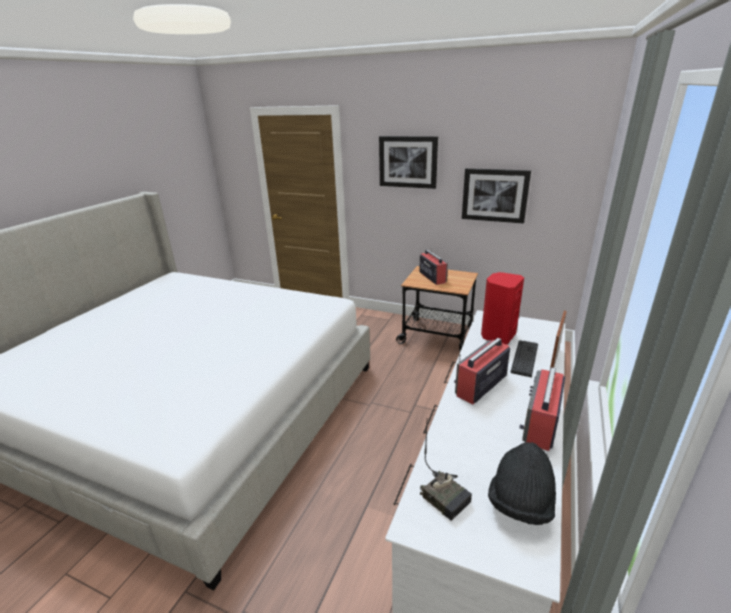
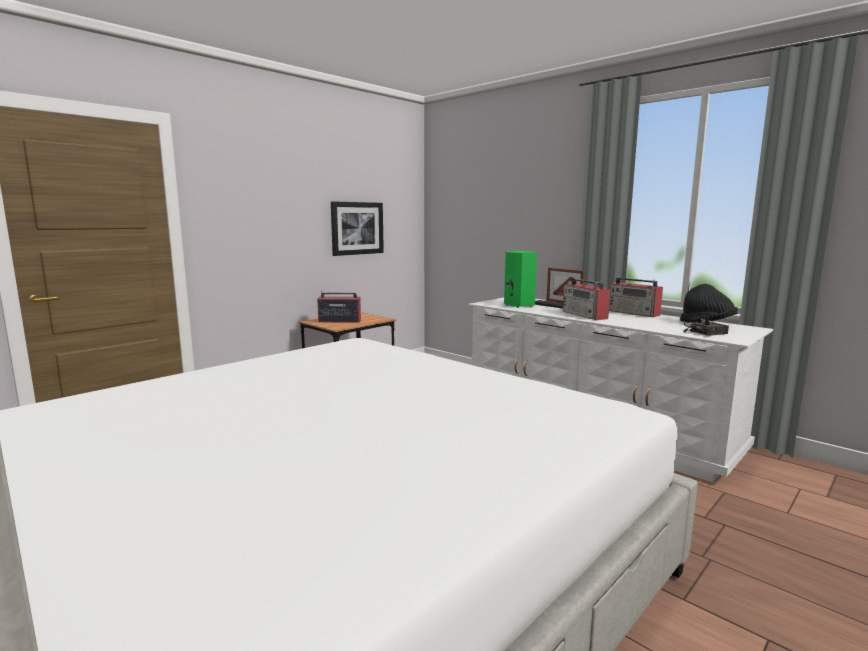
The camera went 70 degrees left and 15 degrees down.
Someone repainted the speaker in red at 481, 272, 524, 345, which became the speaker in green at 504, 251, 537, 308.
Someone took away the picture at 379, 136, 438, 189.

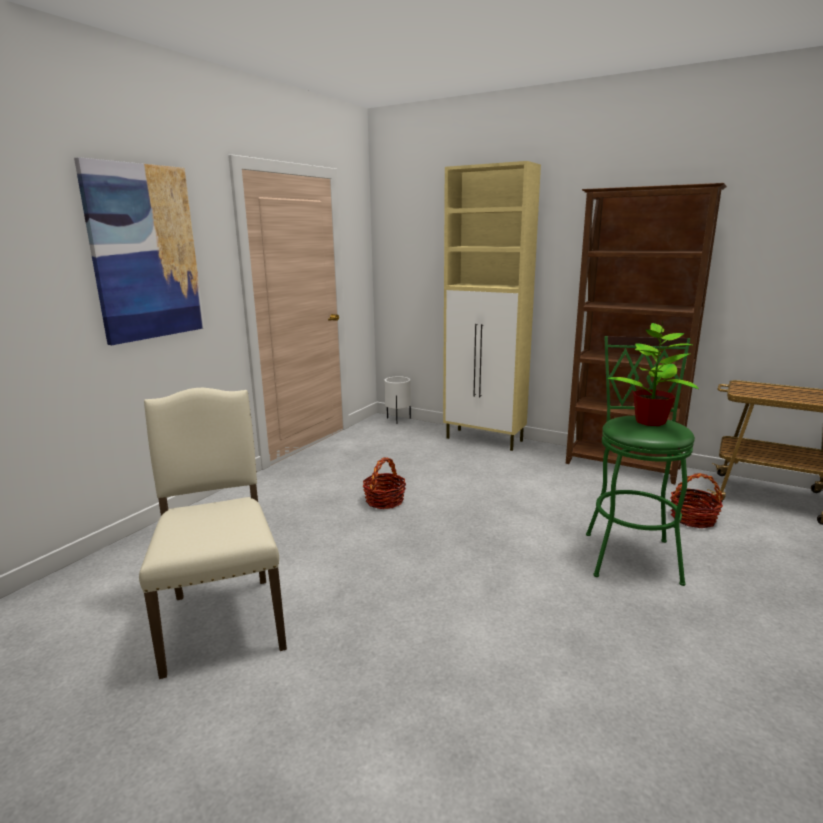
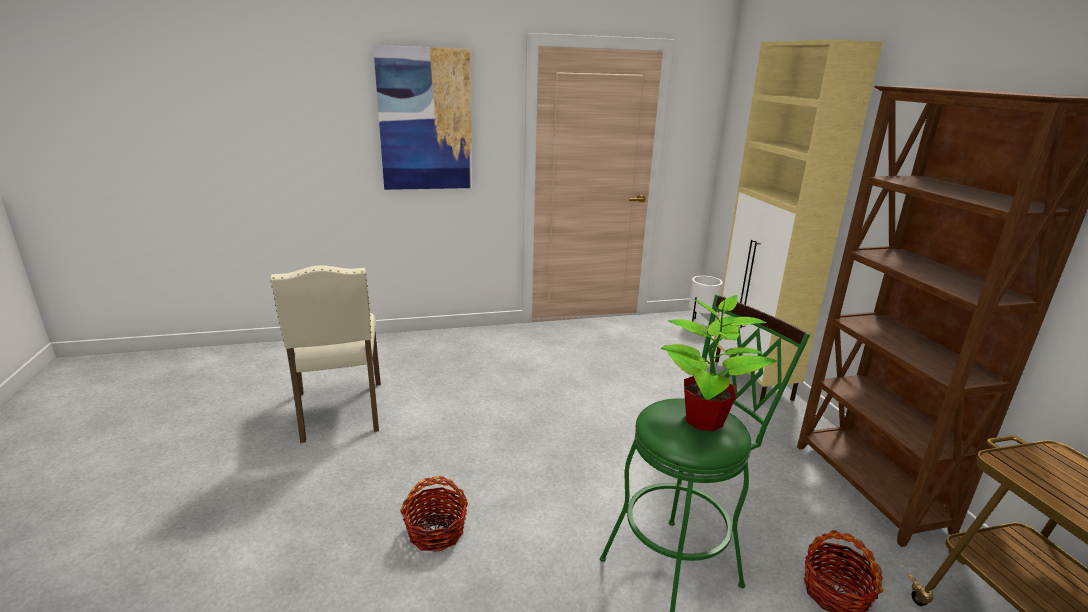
The camera went 45 degrees right and 5 degrees up.
Someone rotated the chair in beige at 139, 388, 287, 679 by 135 degrees clockwise.
Someone carried the basket from 363, 458, 406, 509 to 400, 476, 468, 552.

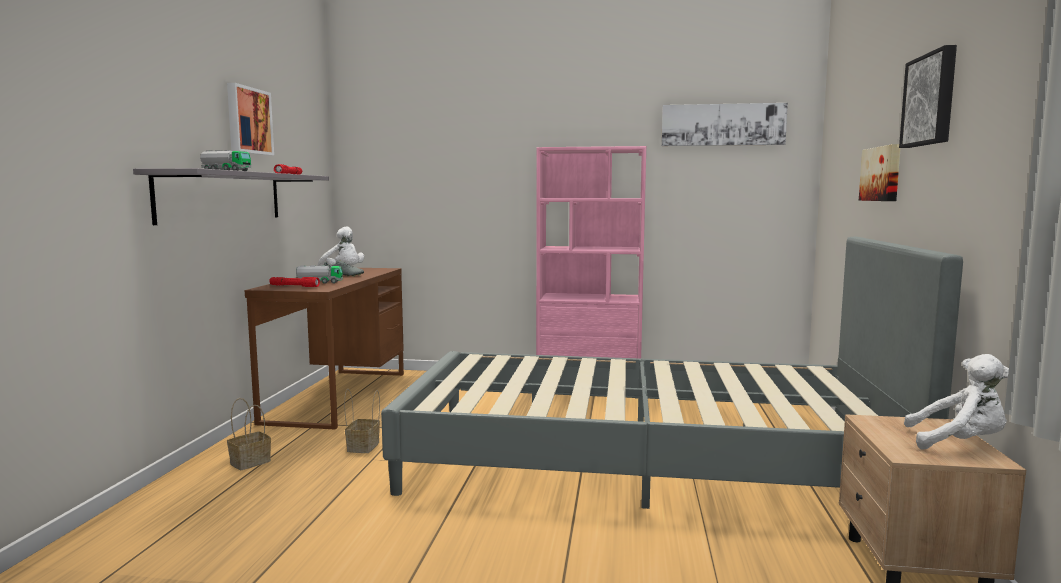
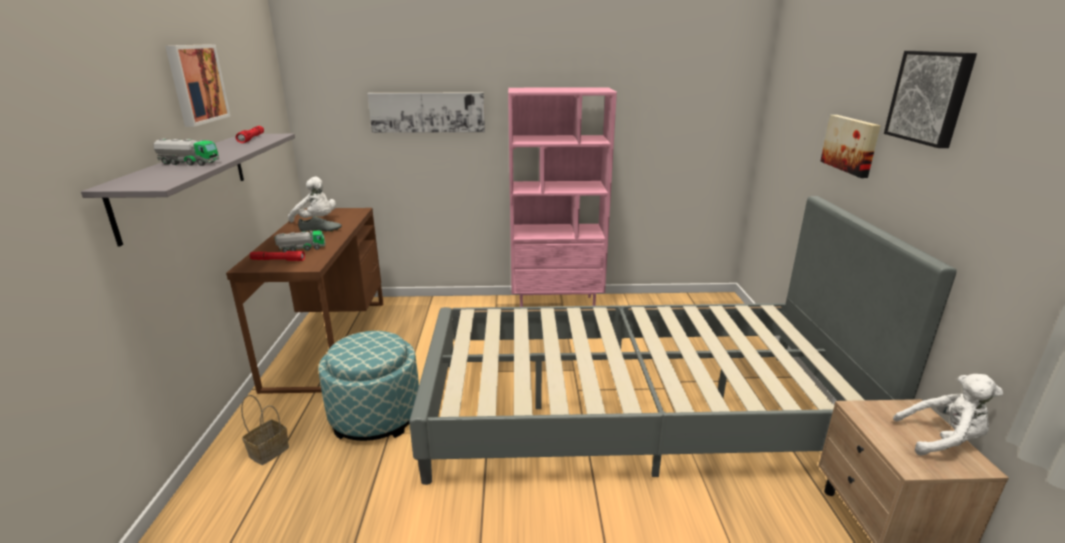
The camera went 10 degrees left and 15 degrees up.
Someone swapped the basket at 344, 389, 380, 453 for the ottoman at 318, 331, 419, 441.
Someone carried the picture from 661, 103, 788, 146 to 367, 93, 485, 133.

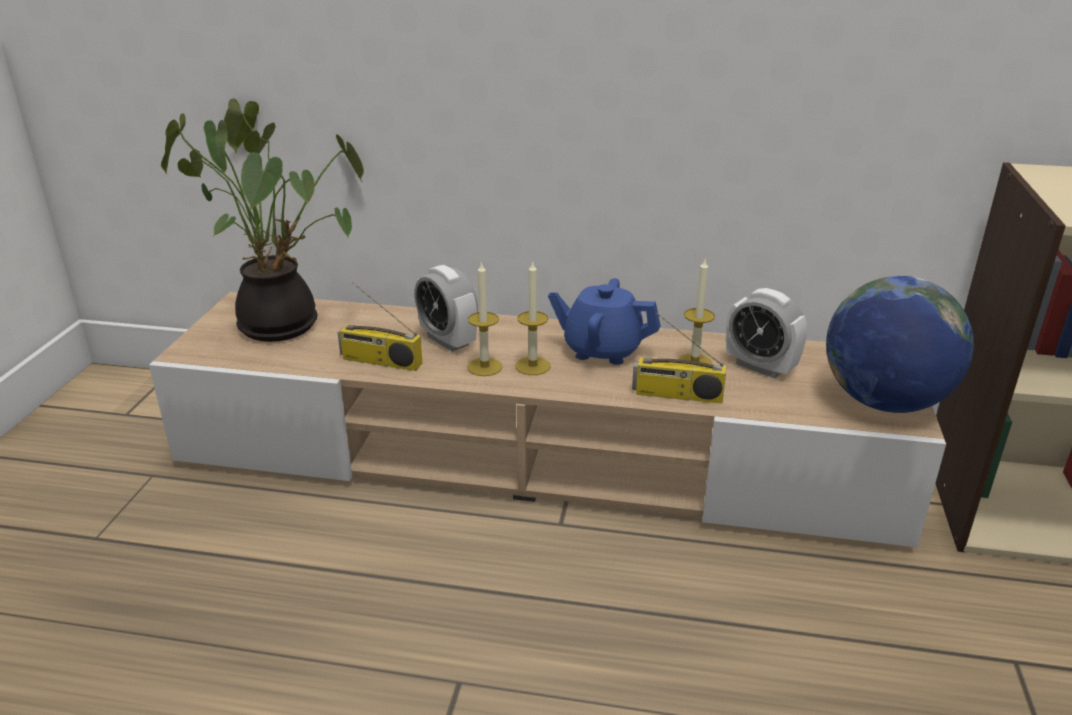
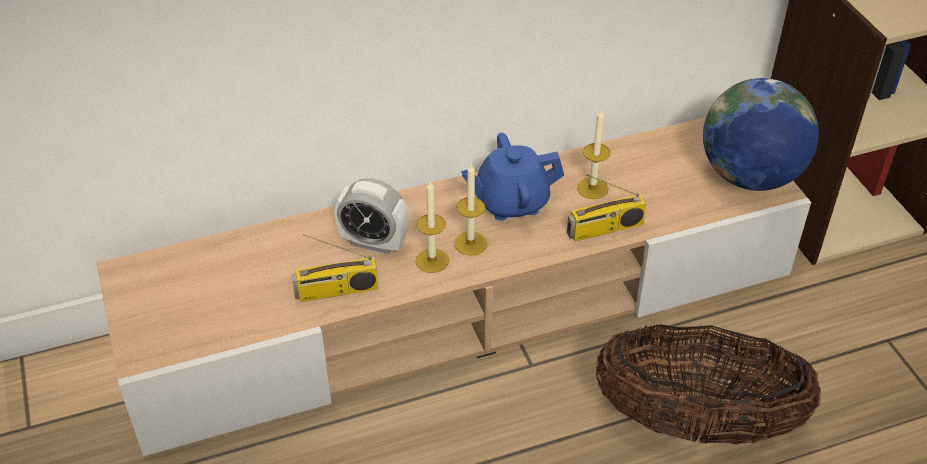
The camera went 30 degrees left and 15 degrees up.
Someone put down the basket at 596, 323, 821, 445.
Someone took away the potted plant at 161, 98, 364, 342.
Someone took away the alarm clock at 726, 288, 807, 378.

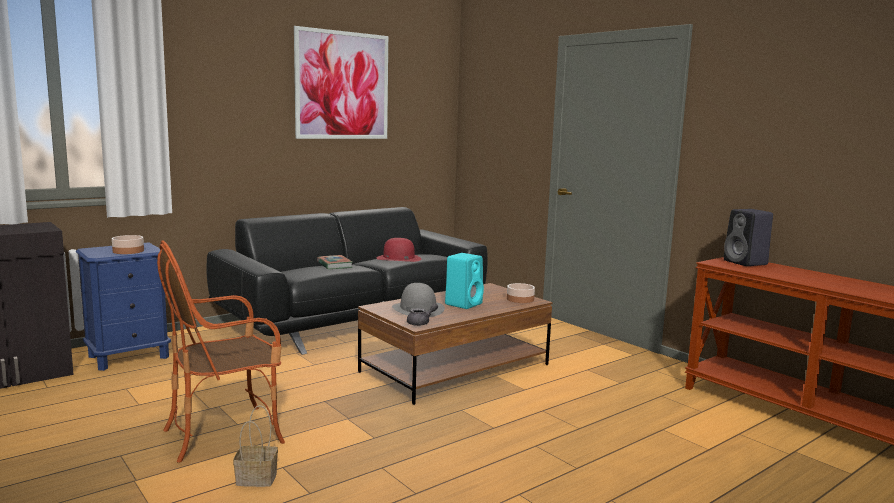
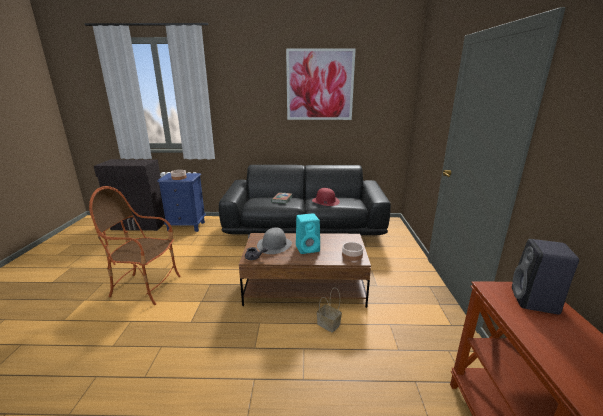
The camera went 40 degrees right and 10 degrees up.
Someone carried the basket from 233, 405, 278, 487 to 317, 287, 342, 332.

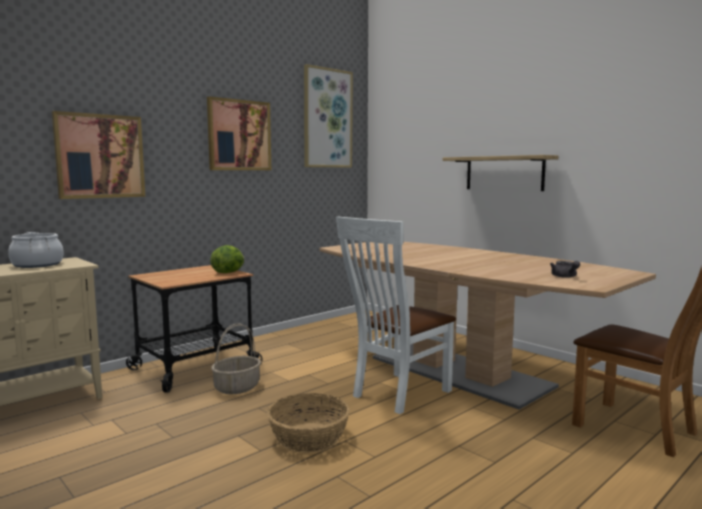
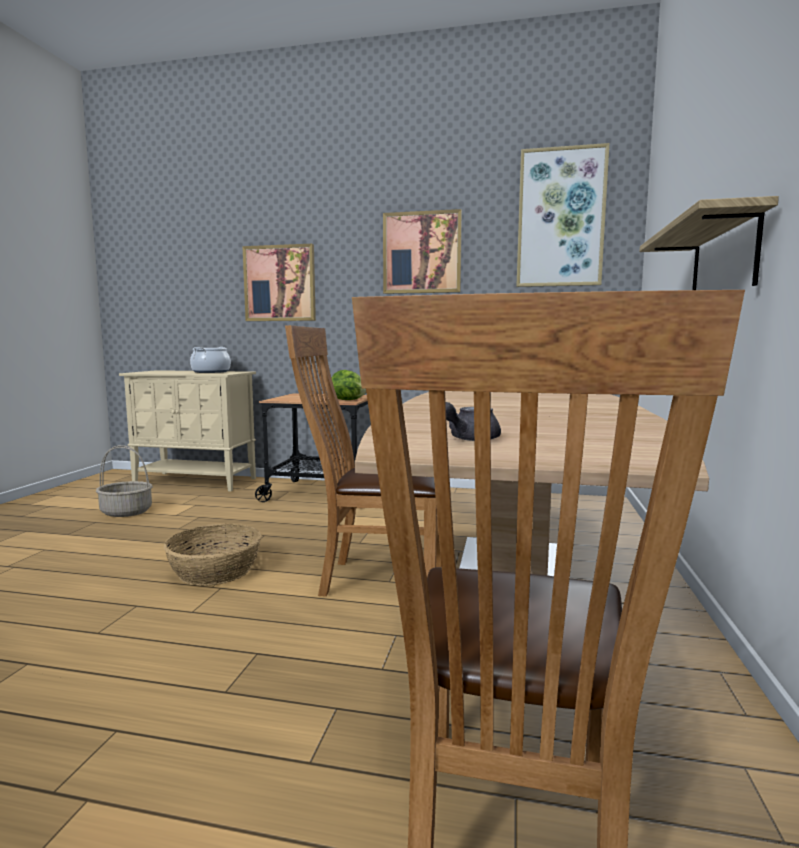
The camera went 55 degrees right and 0 degrees up.
Someone carried the basket from 211, 323, 261, 395 to 96, 445, 153, 517.
Someone repainted the chair in white at 336, 217, 456, 414, which became the chair in brown at 285, 325, 441, 597.

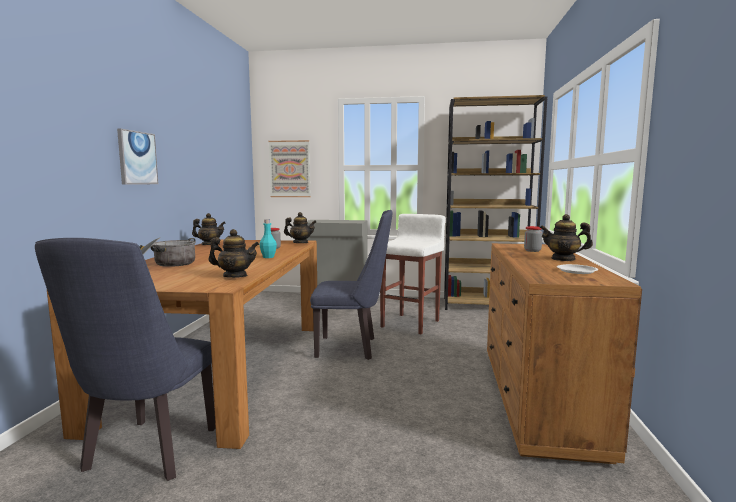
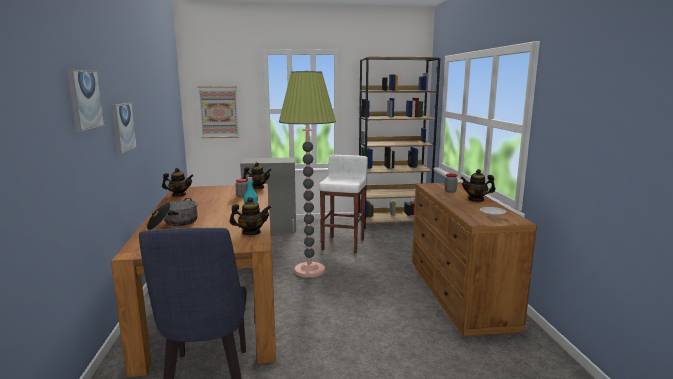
The camera went 15 degrees left and 5 degrees up.
Someone put up the picture at 67, 69, 105, 132.
Someone swapped the chair in blue at 310, 210, 392, 360 for the floor lamp at 279, 70, 336, 278.

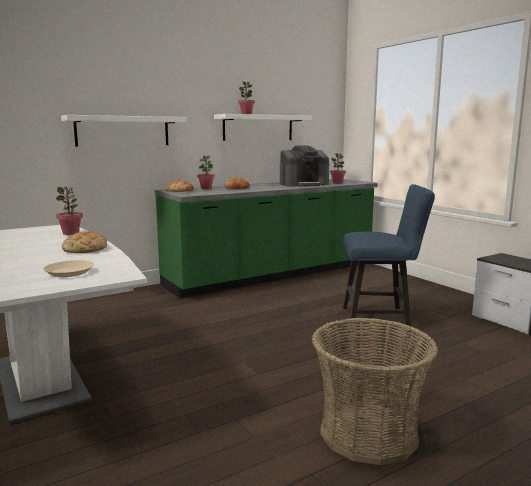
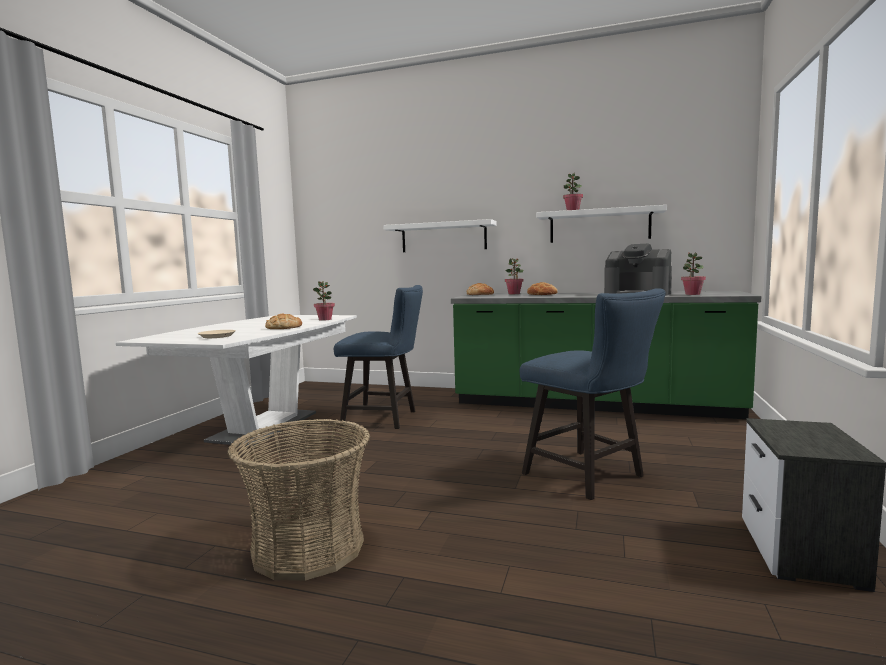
The camera went 50 degrees right and 5 degrees down.
Someone put down the chair in blue at 334, 285, 423, 429.

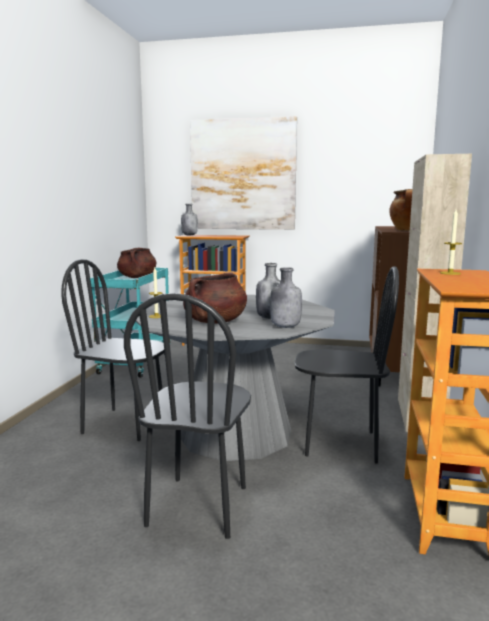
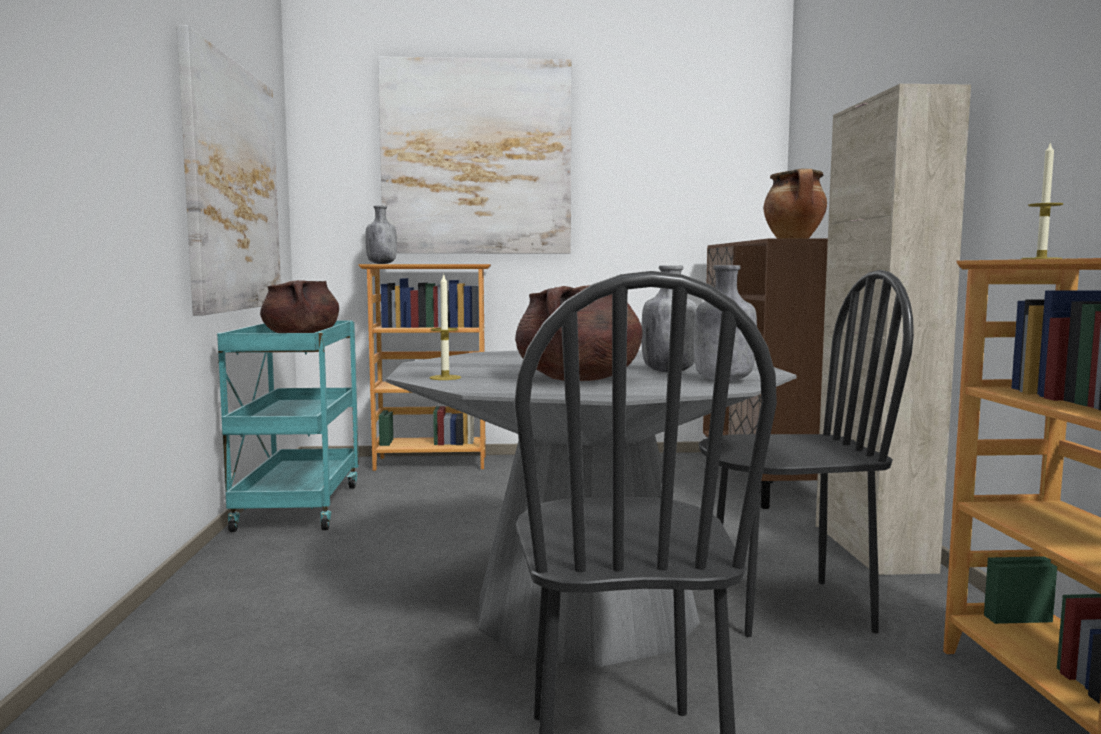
The camera went 15 degrees left and 5 degrees down.
Someone put up the picture at 177, 25, 281, 316.
Someone took away the chair in black at 61, 259, 165, 441.

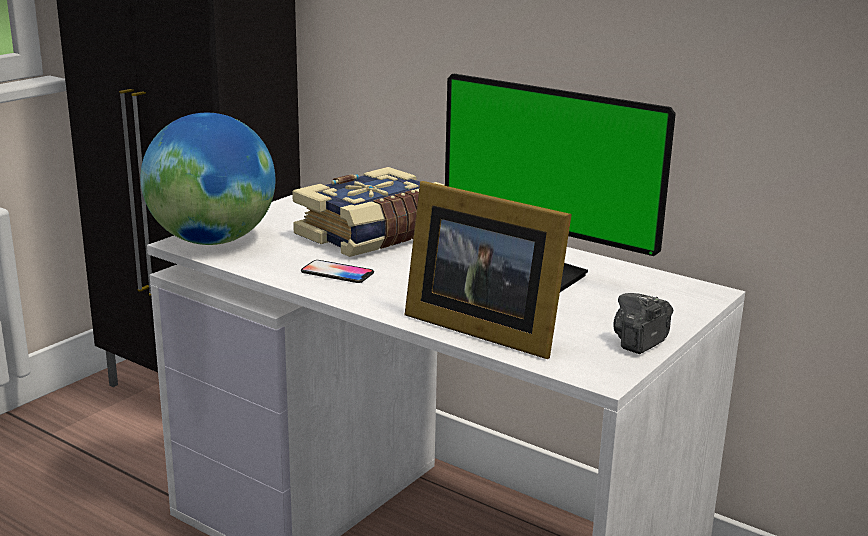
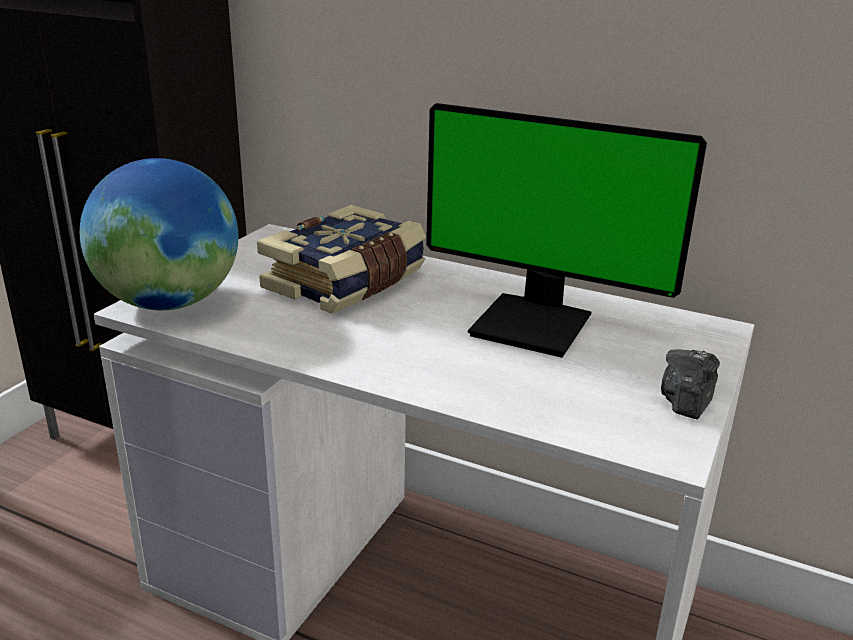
The camera went 10 degrees left and 5 degrees up.
Someone took away the phone at 301, 260, 374, 283.
Someone took away the picture frame at 405, 181, 572, 359.

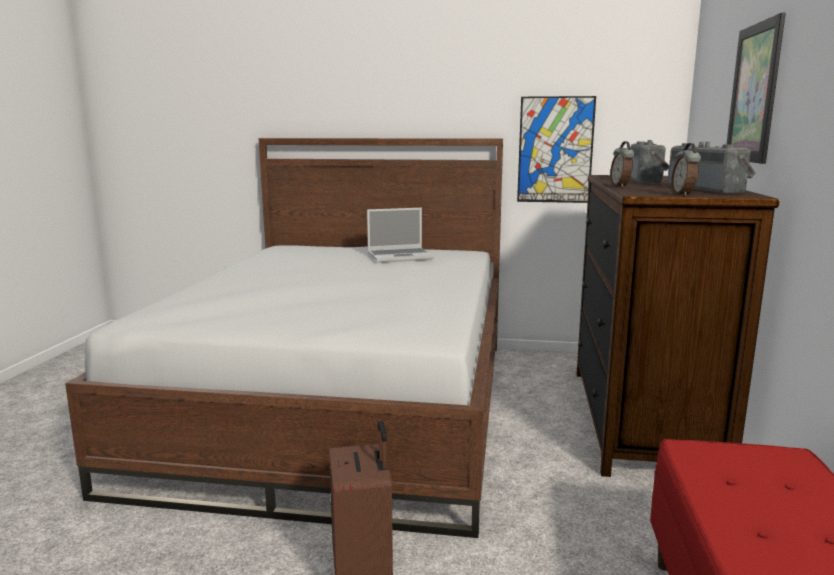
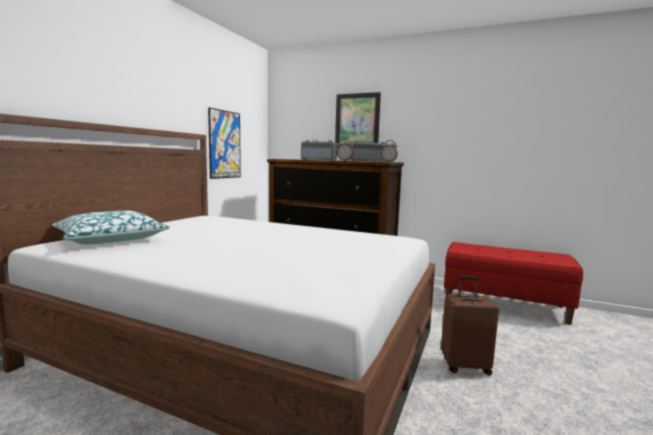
The camera went 75 degrees left and 5 degrees down.
Someone put down the pillow at 52, 211, 170, 244.
Someone took away the laptop at 367, 208, 434, 263.

